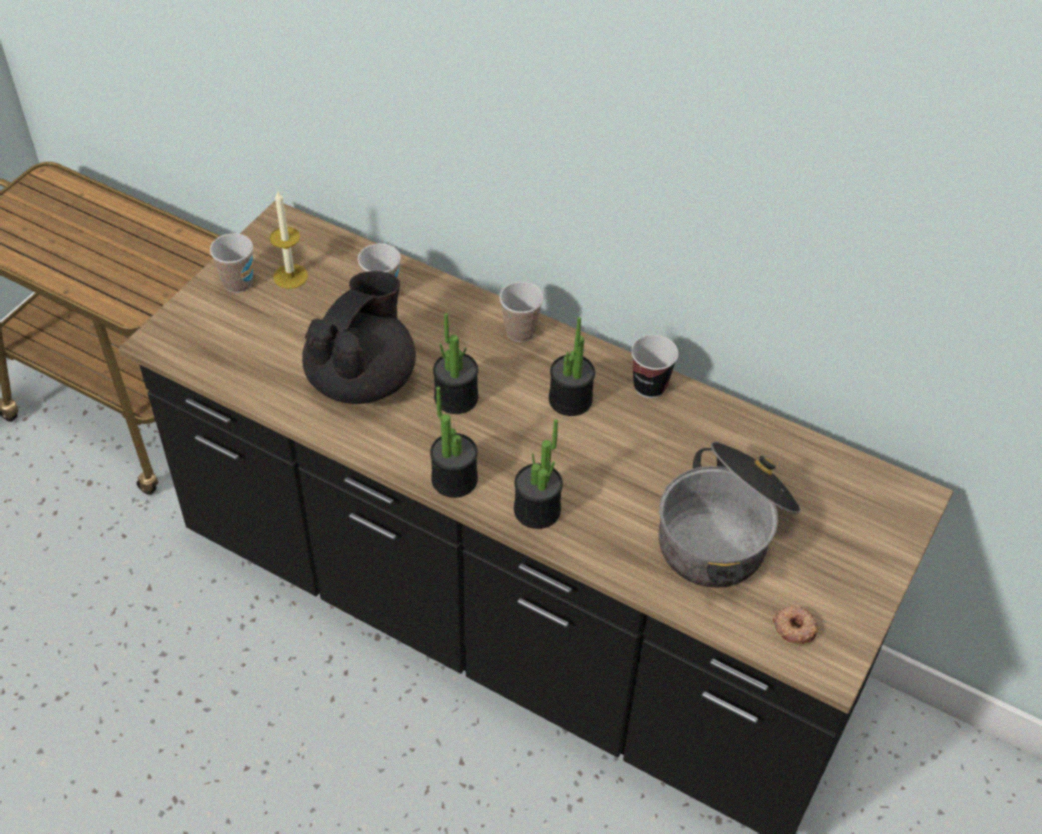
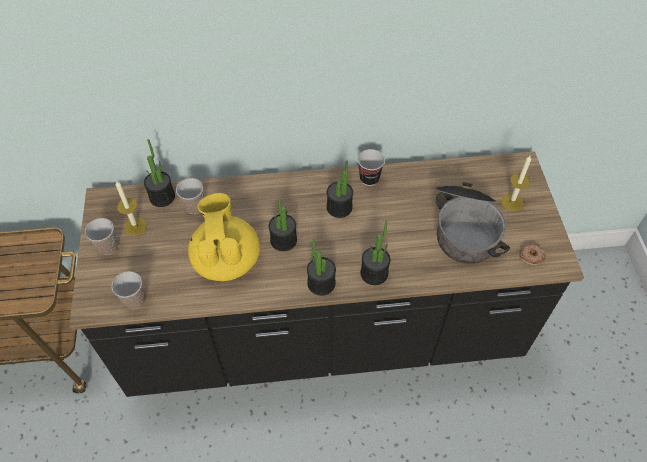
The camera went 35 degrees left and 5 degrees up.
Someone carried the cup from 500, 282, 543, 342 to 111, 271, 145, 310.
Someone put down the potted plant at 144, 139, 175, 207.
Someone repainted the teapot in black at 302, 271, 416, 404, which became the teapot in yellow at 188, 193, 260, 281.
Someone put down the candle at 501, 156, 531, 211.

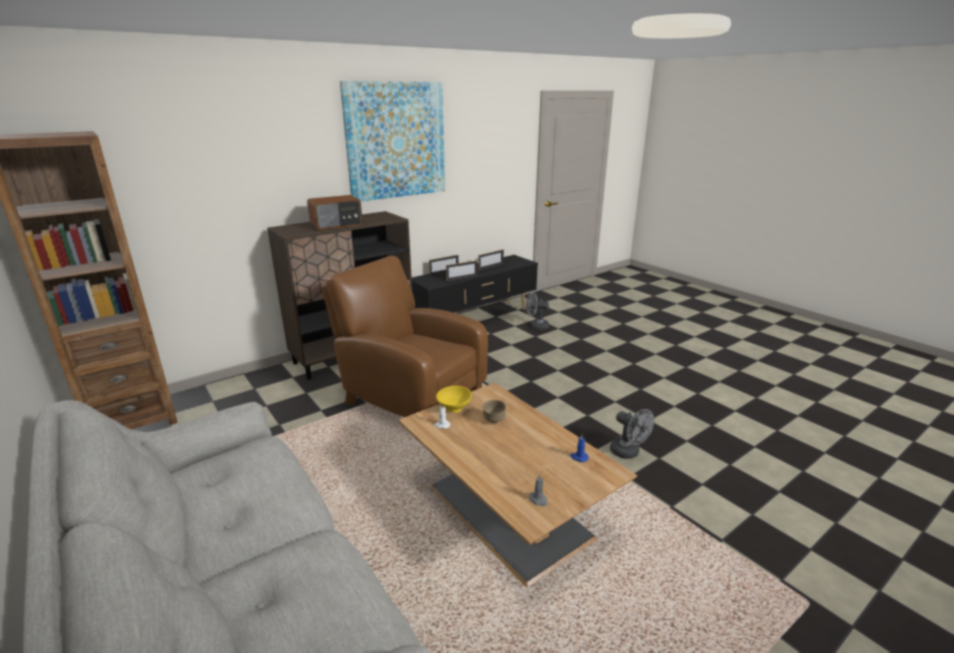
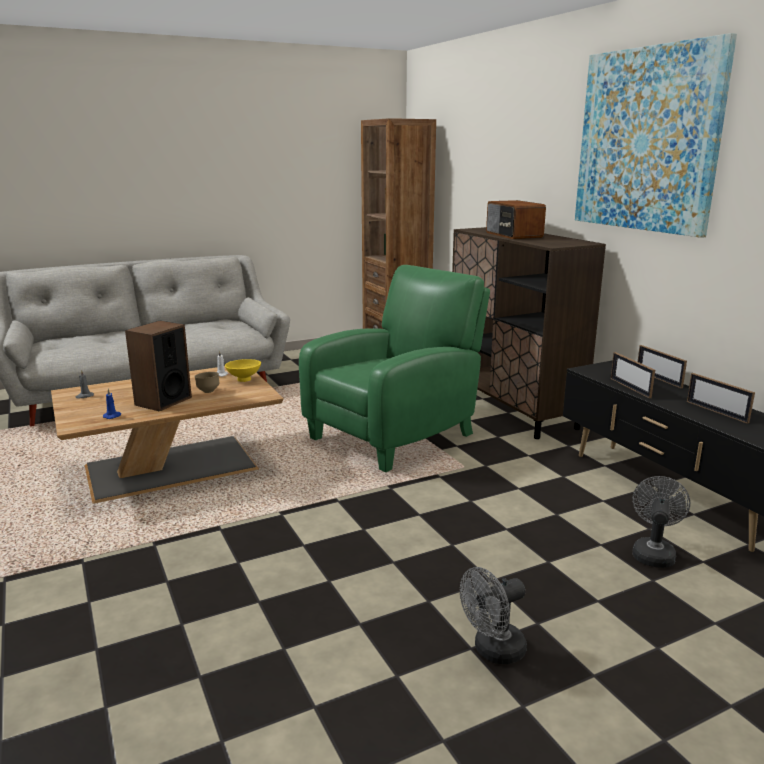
The camera went 100 degrees right and 5 degrees down.
Someone put down the speaker at 125, 321, 192, 411.
Someone repainted the armchair in brown at 321, 256, 488, 417, which became the armchair in green at 299, 265, 490, 472.
Someone carried the fan in grey from 610, 409, 654, 459 to 460, 567, 527, 664.

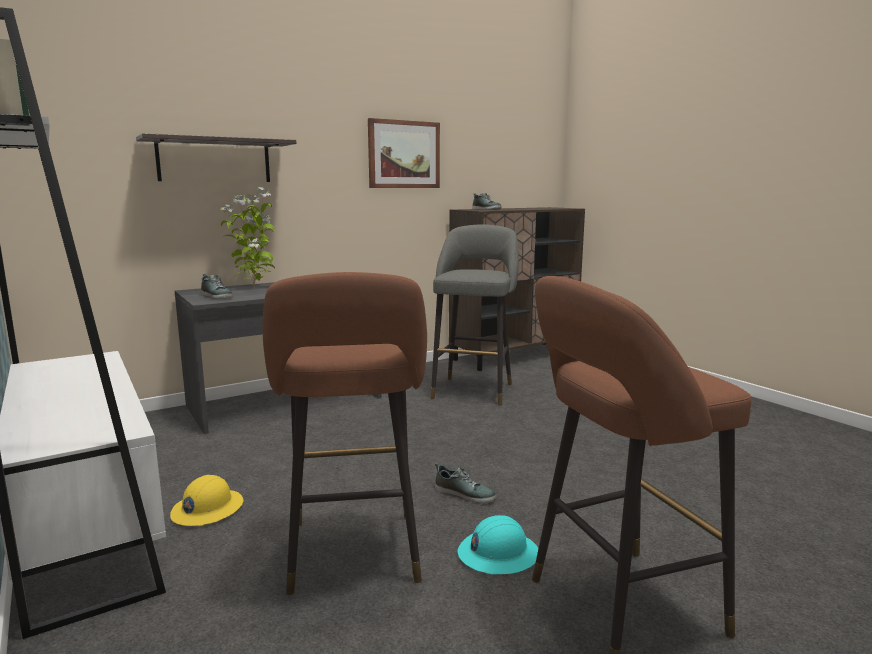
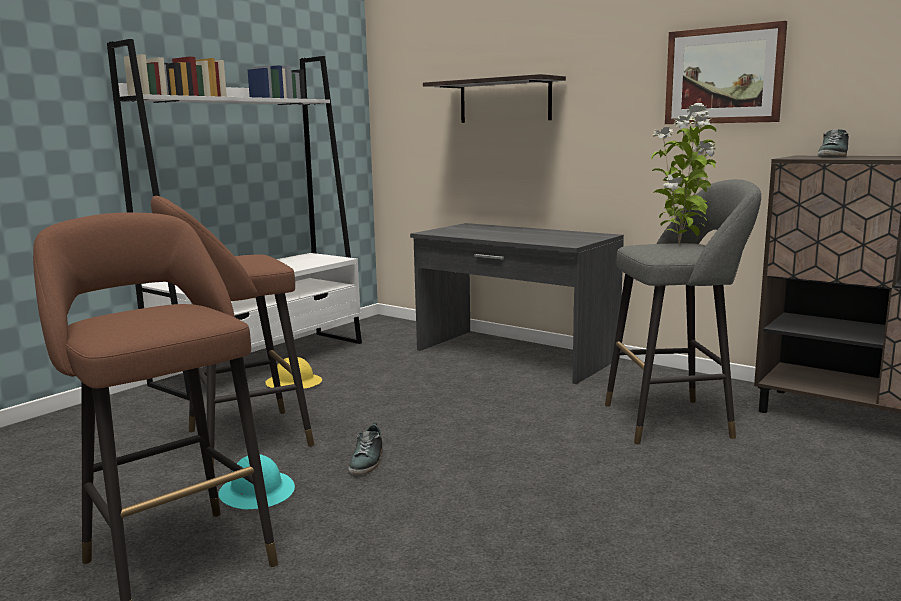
The camera went 70 degrees right and 0 degrees up.
Someone carried the potted plant from 220, 187, 275, 288 to 651, 103, 716, 245.
Someone took away the shoe at 201, 274, 233, 299.

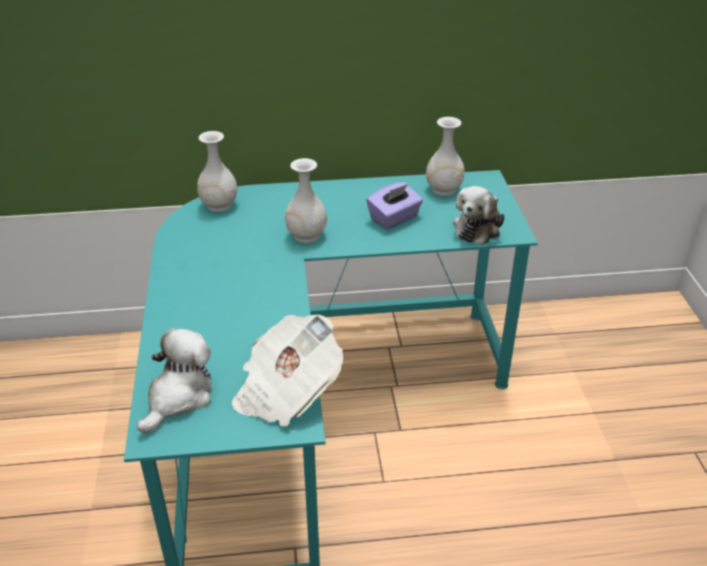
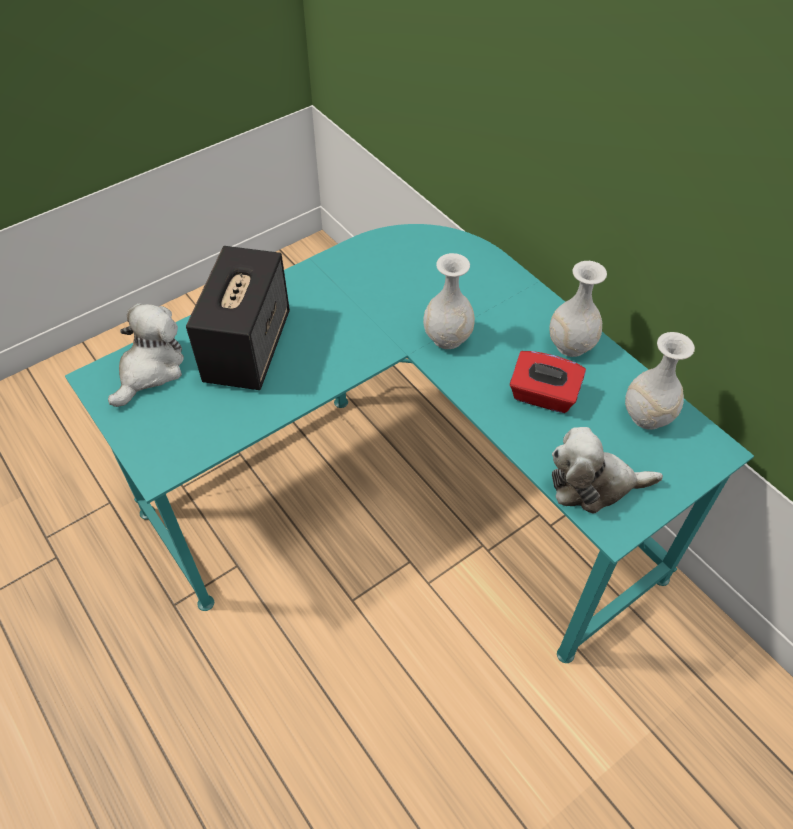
The camera went 60 degrees right and 15 degrees up.
Someone rotated the plush toy at 137, 328, 212, 433 by 60 degrees counterclockwise.
Someone put down the speaker at 186, 246, 290, 390.
Someone repainted the tissue box in purple at 366, 182, 423, 229, which became the tissue box in red at 510, 351, 586, 413.
Someone carried the vase in white from 197, 131, 238, 212 to 550, 261, 607, 357.
Someone took away the newspaper at 232, 315, 343, 427.

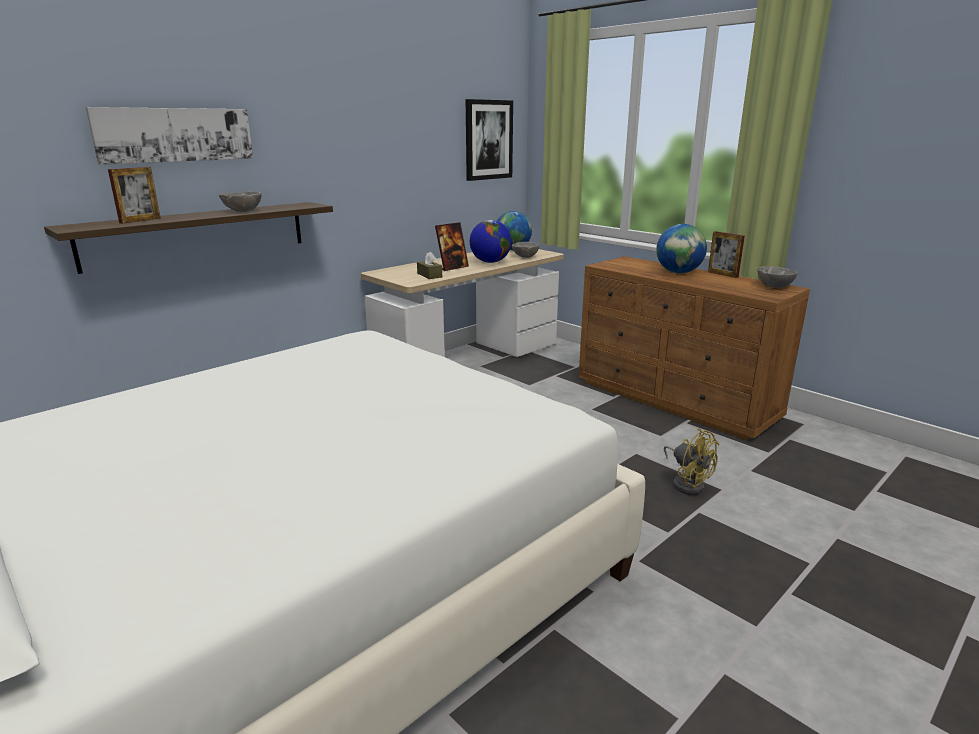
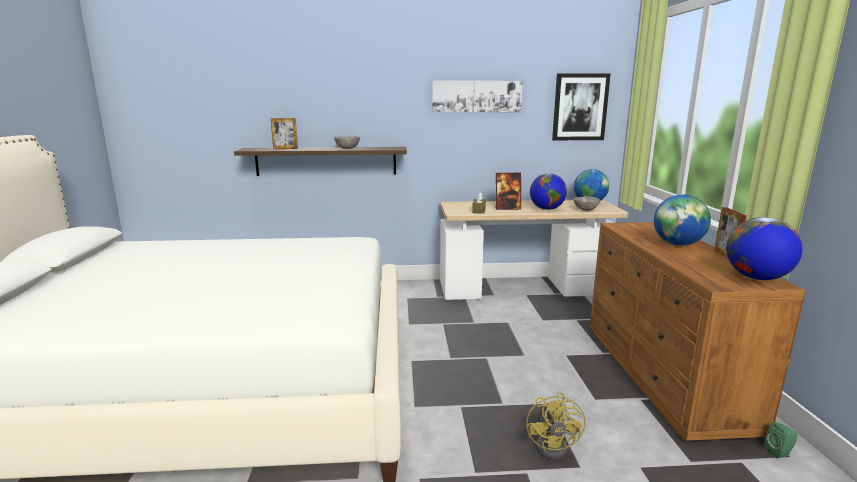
The camera went 40 degrees right and 5 degrees down.
Someone carried the picture from 85, 107, 253, 165 to 432, 81, 523, 112.
Someone swapped the bowl in grey at 758, 266, 798, 288 for the globe at 726, 217, 803, 280.
Someone put down the speaker in green at 765, 422, 797, 458.

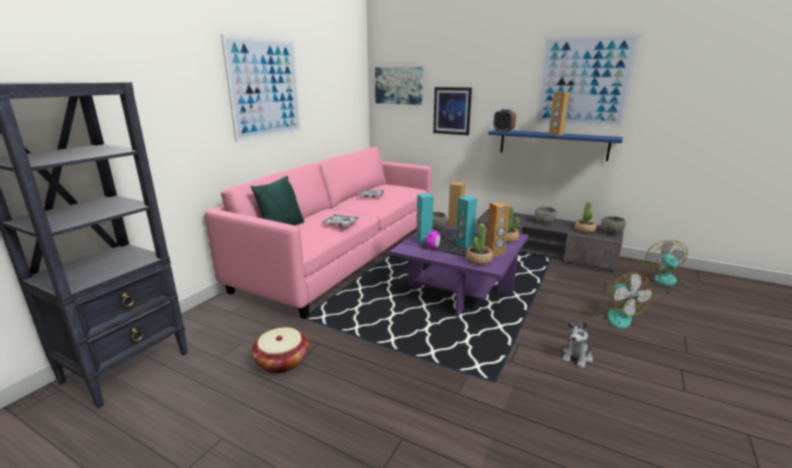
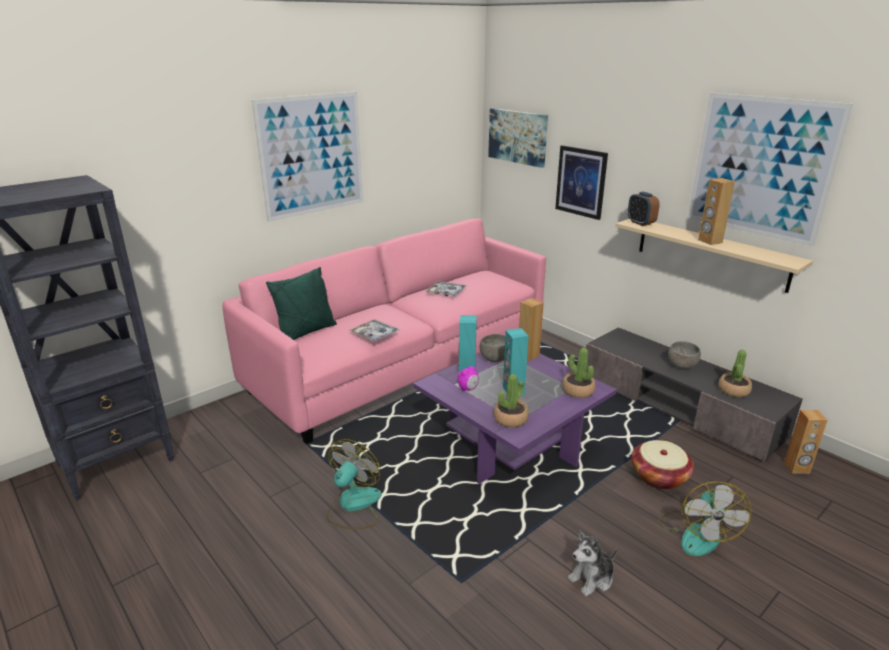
The camera went 20 degrees right and 5 degrees up.
Someone carried the fan from 645, 240, 696, 293 to 327, 439, 382, 529.
Someone repainted the shelf in blue at 488, 129, 623, 161, which became the shelf in beige at 615, 219, 813, 293.
Someone carried the basket from 252, 327, 309, 374 to 632, 440, 694, 490.
Someone carried the speaker in brown from 486, 202, 510, 256 to 784, 410, 828, 474.
Someone took away the bowl in grey at 601, 216, 626, 234.

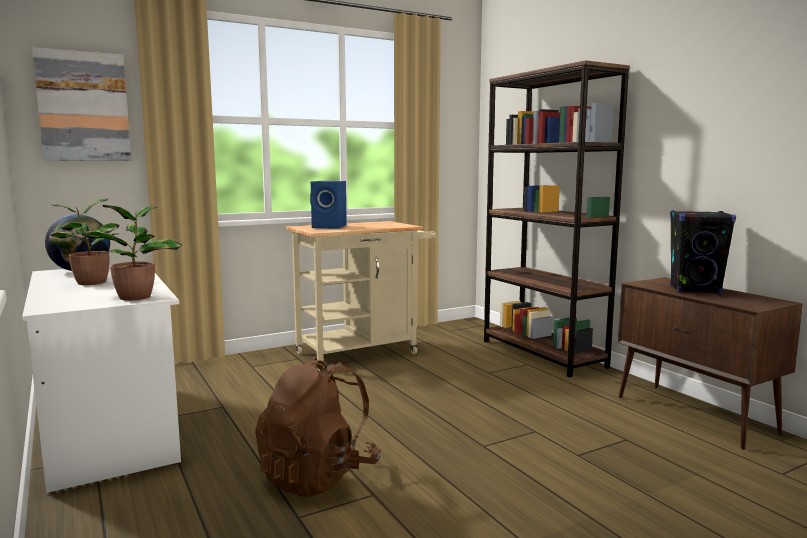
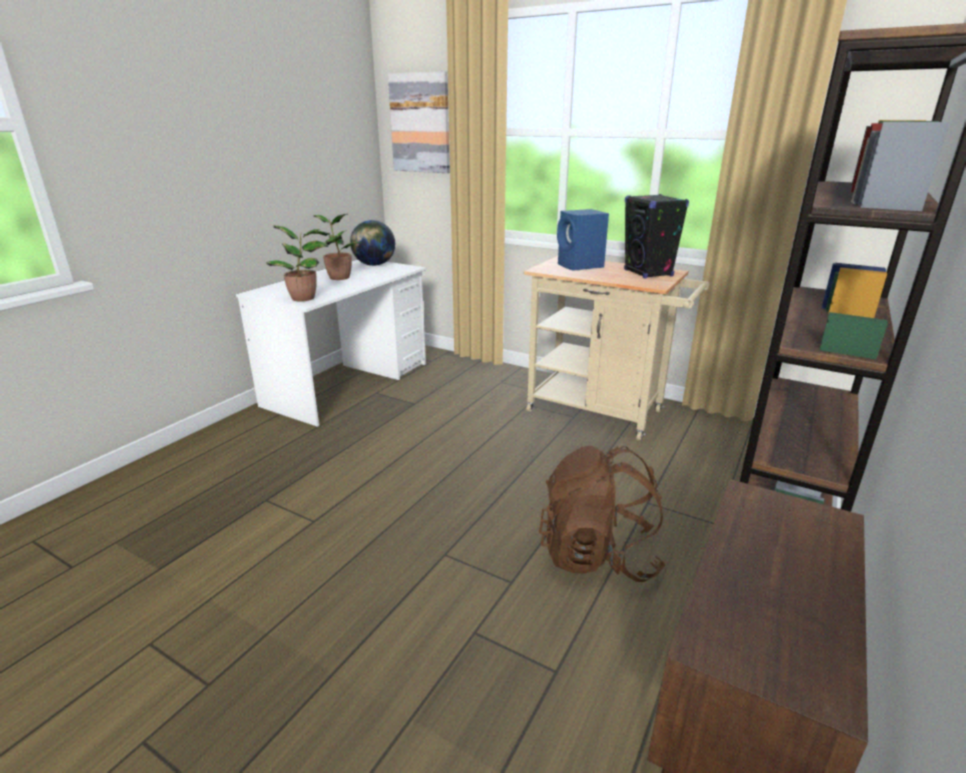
The camera went 60 degrees right and 15 degrees up.
Someone carried the backpack in brown from 255, 357, 381, 497 to 539, 446, 665, 582.
Someone carried the speaker in black from 670, 211, 736, 294 to 624, 194, 689, 279.

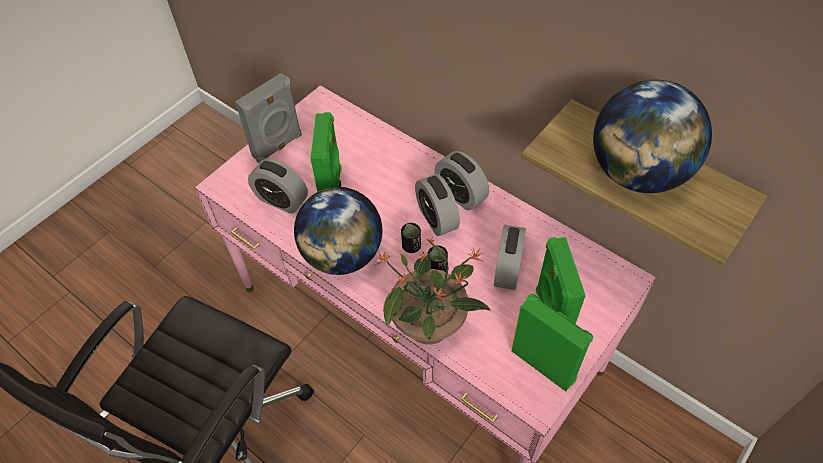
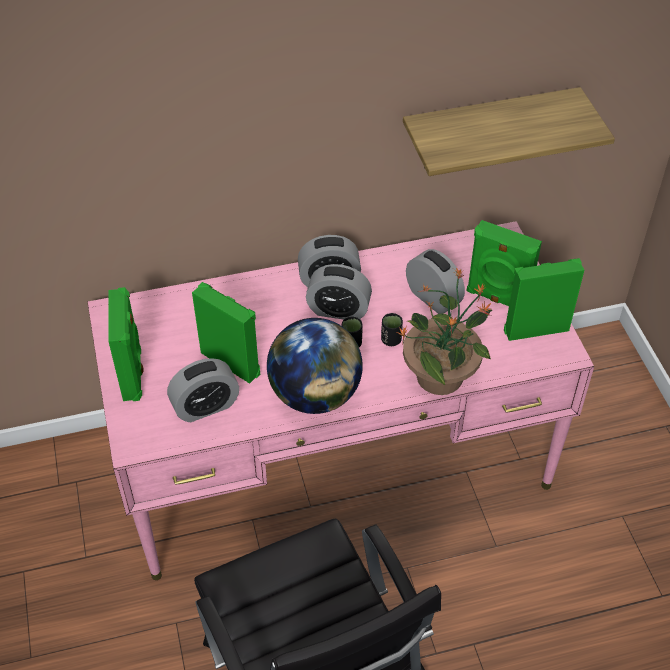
The camera went 55 degrees left and 5 degrees down.
Someone repainted the speaker in grey at 235, 73, 302, 163, which became the speaker in green at 108, 287, 143, 401.
Someone took away the globe at 593, 80, 712, 193.

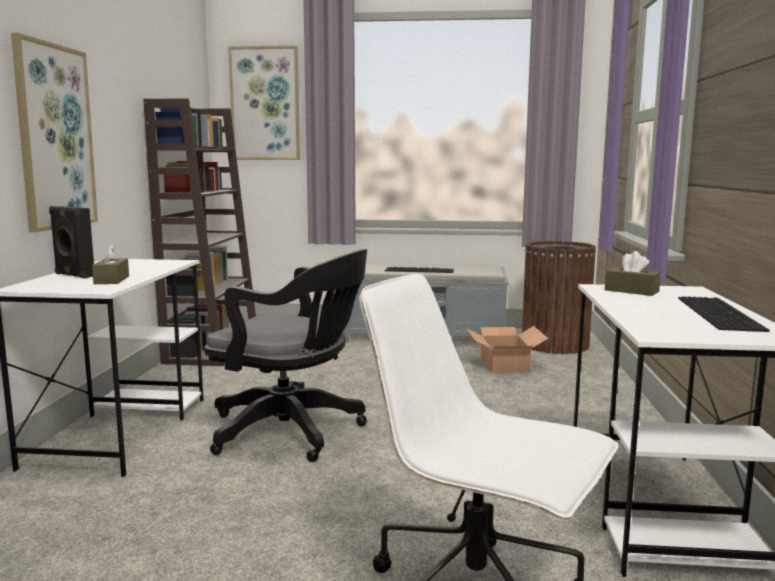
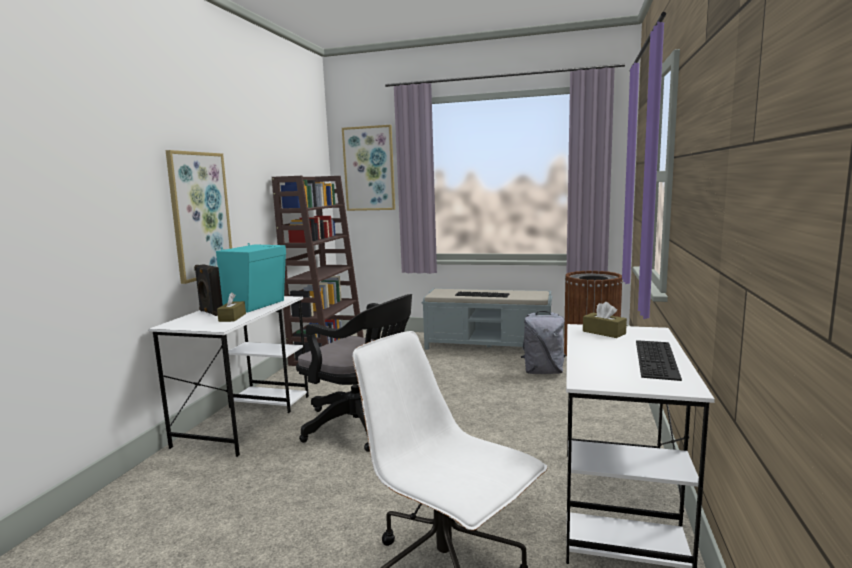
The camera went 10 degrees right and 0 degrees up.
Someone put down the speaker in turquoise at 216, 243, 286, 313.
Someone swapped the cardboard box at 466, 326, 548, 373 for the backpack in grey at 521, 311, 566, 374.

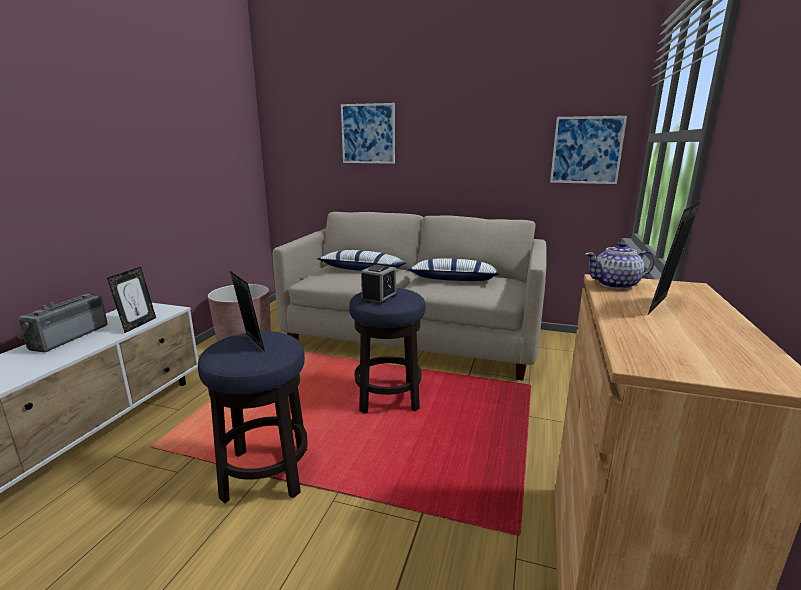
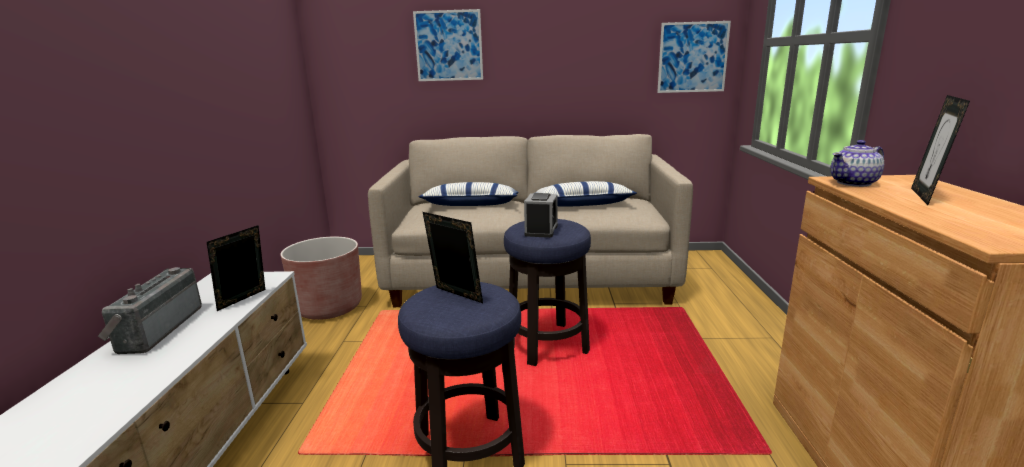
The camera went 15 degrees left and 0 degrees up.
Someone rotated the picture frame at 107, 267, 156, 333 by 150 degrees counterclockwise.

